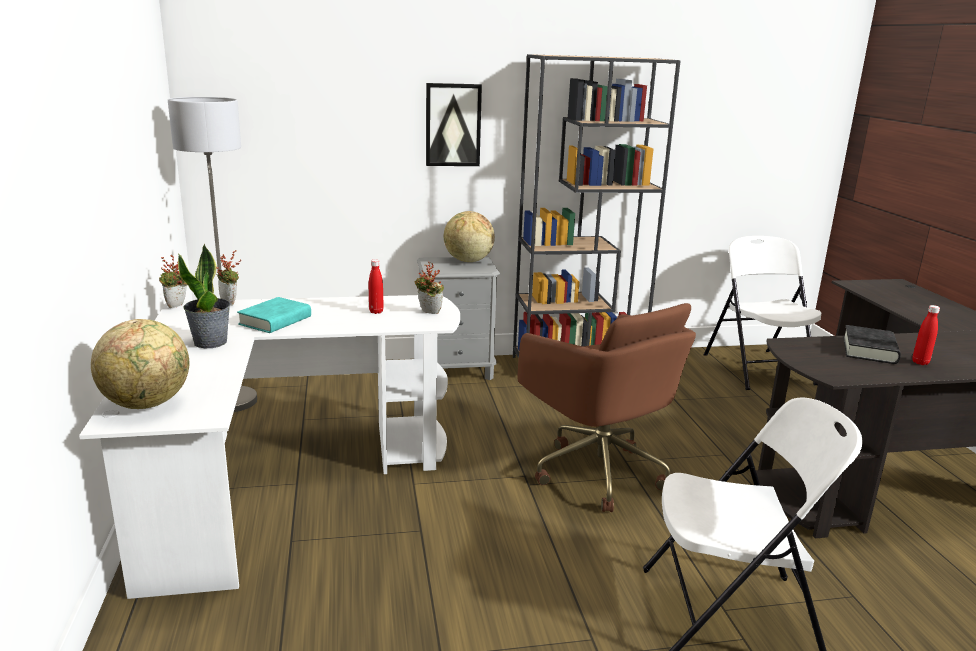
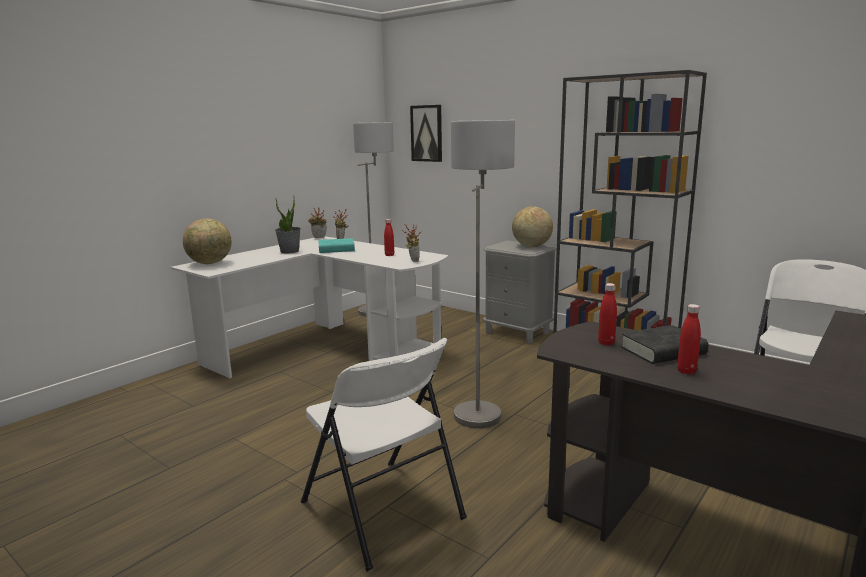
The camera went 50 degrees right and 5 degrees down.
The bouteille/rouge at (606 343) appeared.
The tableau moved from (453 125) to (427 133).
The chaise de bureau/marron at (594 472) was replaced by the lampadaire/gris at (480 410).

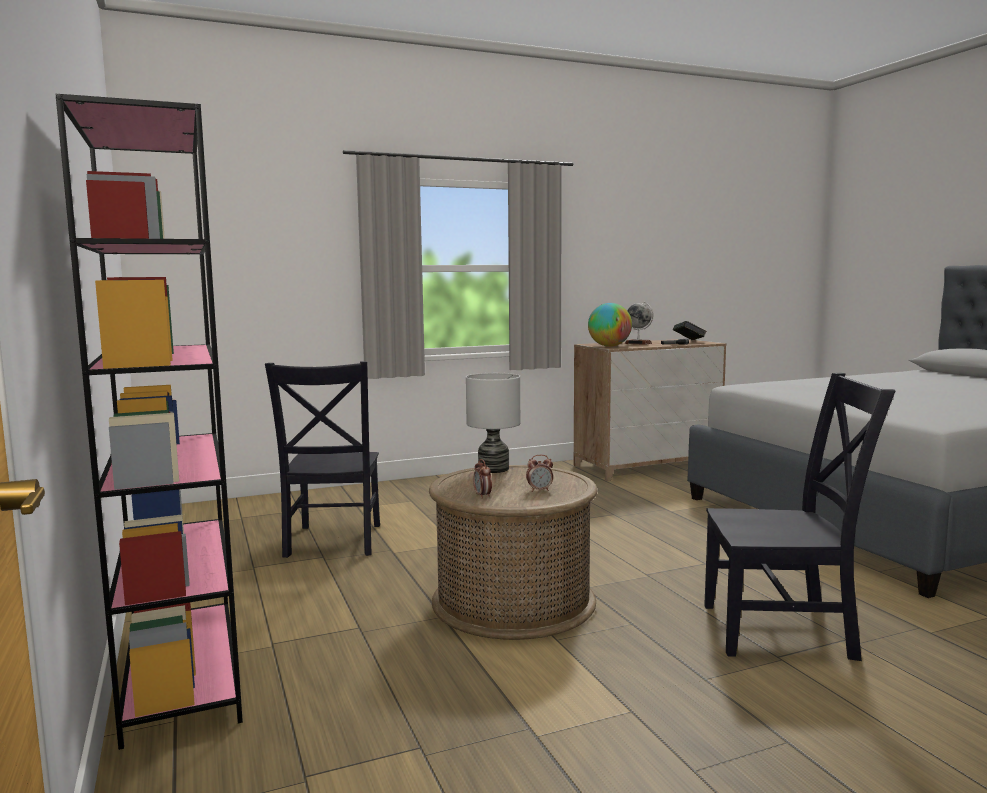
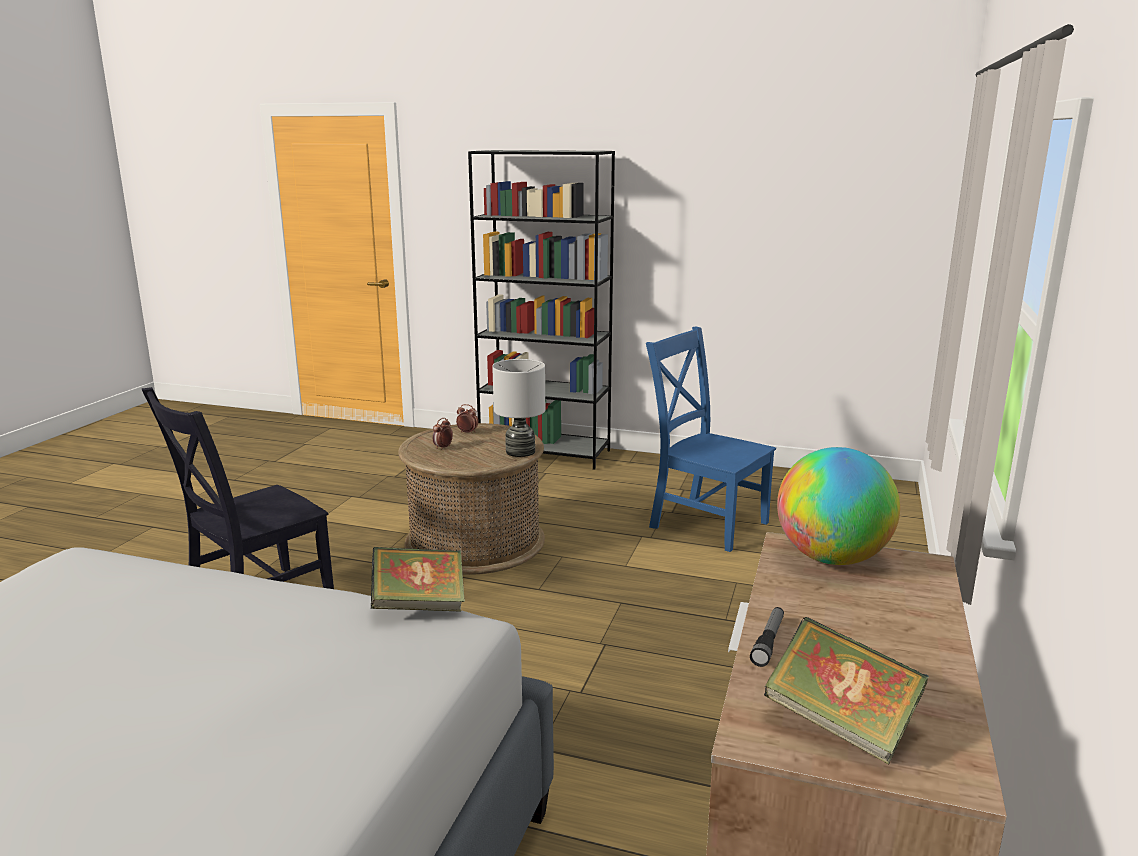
The camera went 130 degrees right and 10 degrees up.
The globe at (638 343) disappeared.
The livre at (419 605) appeared.
The bibliothèque/rose at (181 675) became the bibliothèque/gris at (546 453).
The chaise/noir at (333 542) became the chaise/bleu at (704 523).

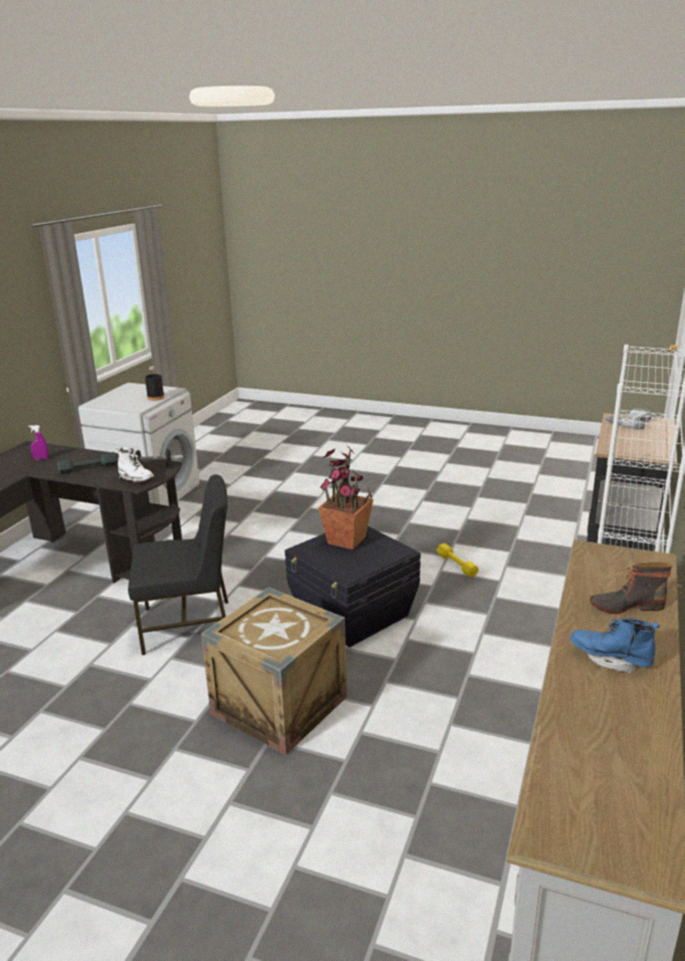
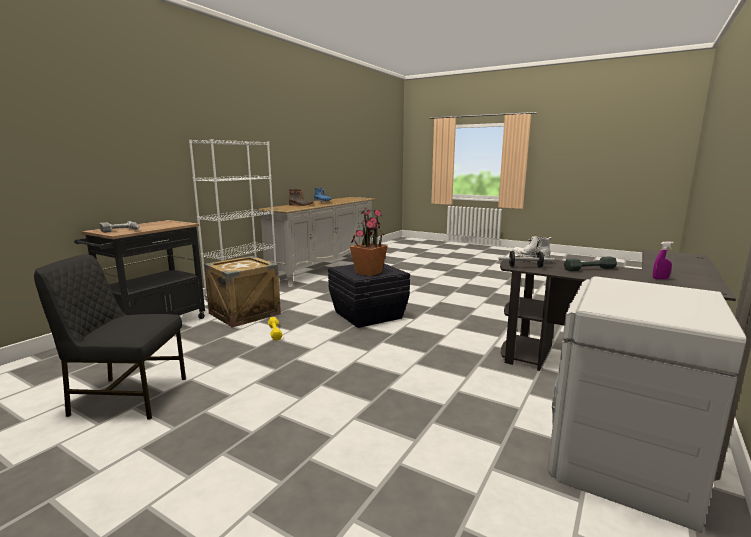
The camera went 170 degrees left and 10 degrees down.
The bouteille/noir at (156 398) disappeared.
The chaise/noir moved from (189 625) to (127 396).
The caisse moved from (279 705) to (244 313).

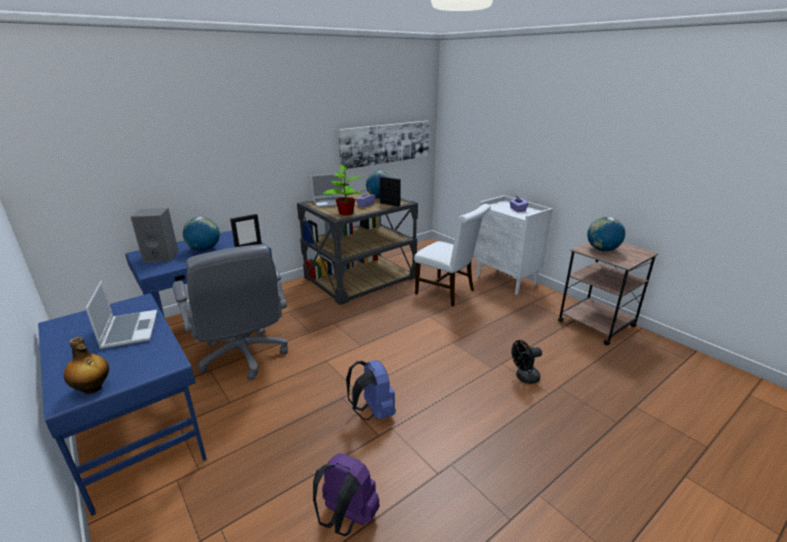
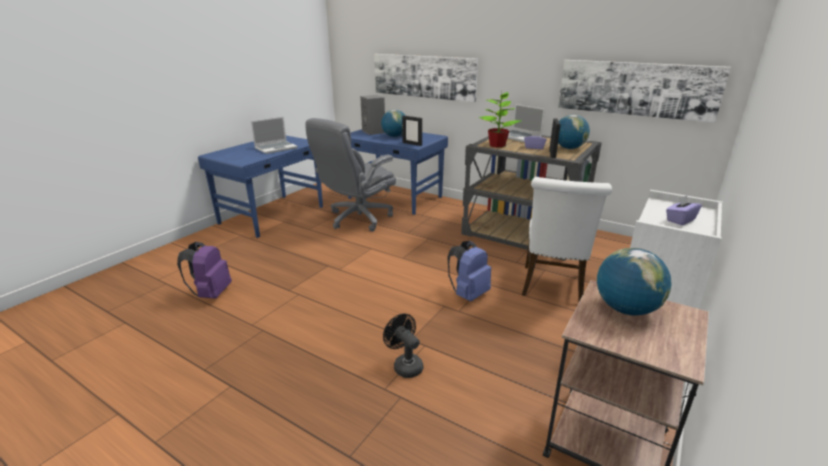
The camera went 70 degrees right and 0 degrees up.
The bouteille at (93 388) disappeared.
The tableau at (423 76) appeared.
The sac à dos/bleu moved from (373 412) to (468 294).

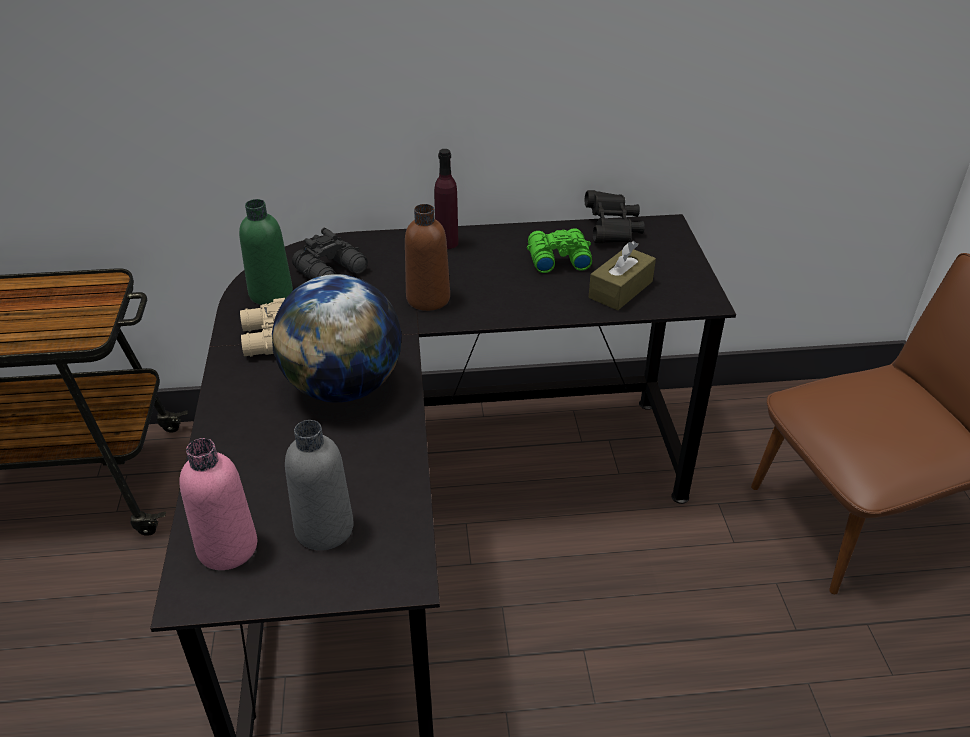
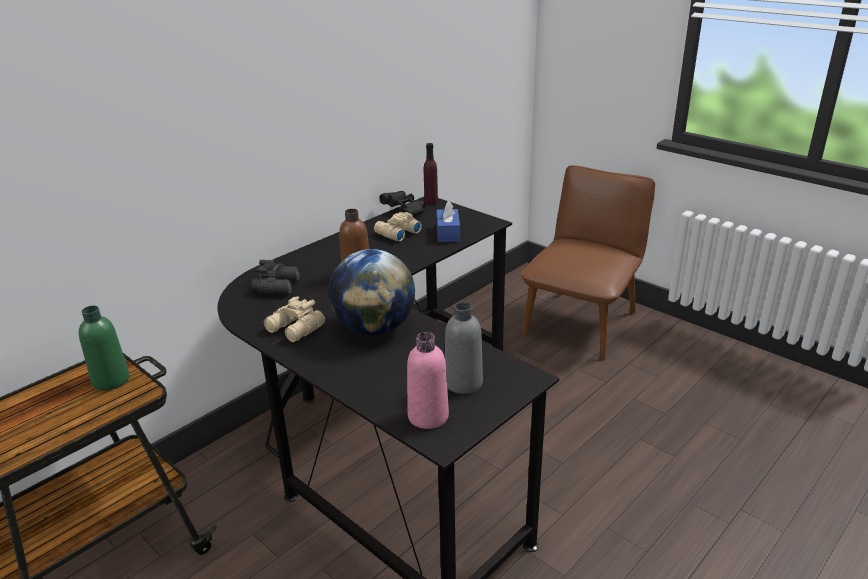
The camera went 40 degrees left and 10 degrees down.
The bouteille/vert moved from (271 293) to (111 380).
The bouteille/violet moved from (447 243) to (431 202).
The jumelles/vert at (557 258) became the jumelles/beige at (396 233).
The boîte à mouchoirs/marron at (620 289) became the boîte à mouchoirs/bleu at (448 233).

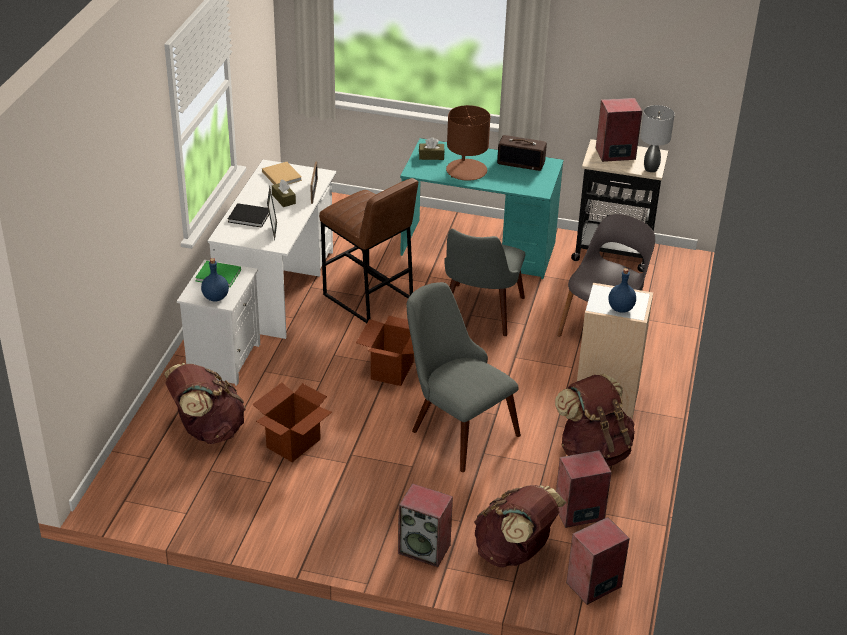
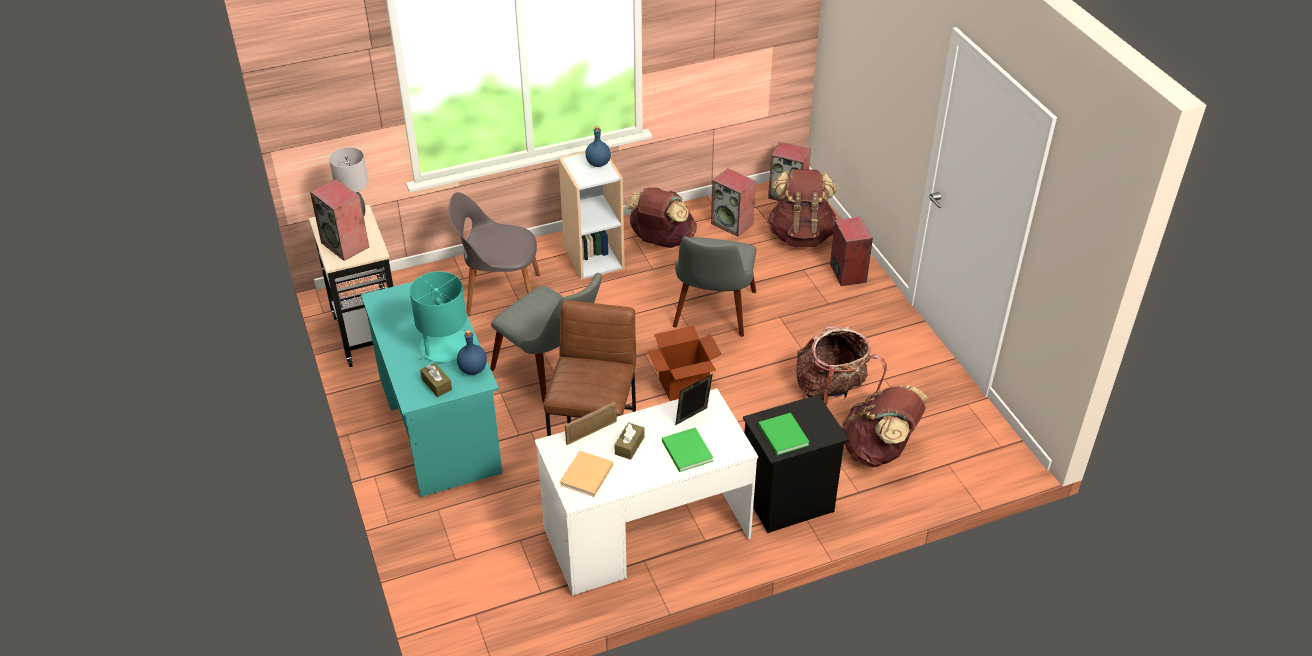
The camera went 125 degrees left and 5 degrees up.
The radio at (521 163) disappeared.
The bouteille/bleu moved from (215 297) to (473 369).
The carton at (293 444) was replaced by the sac à dos at (832 391).
The table de chevet/blanc at (223 359) became the table de chevet/noir at (787 502).
The livre/noir at (250 217) became the livre/vert at (686 450).
The lampe de table/marron at (466 170) became the lampe de table/turquoise at (444 346).
The chaise/gris at (478 316) turned 60 degrees clockwise.

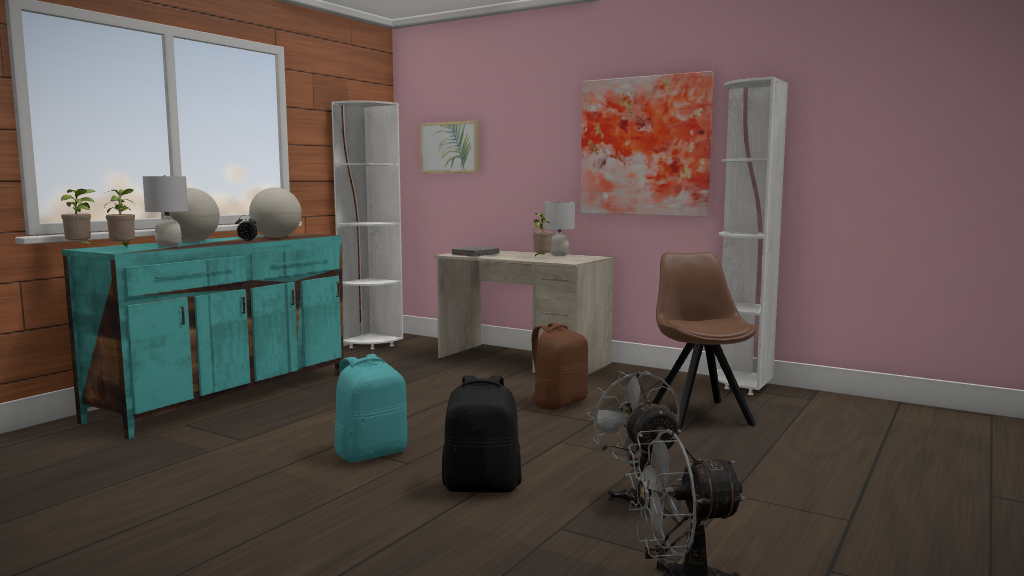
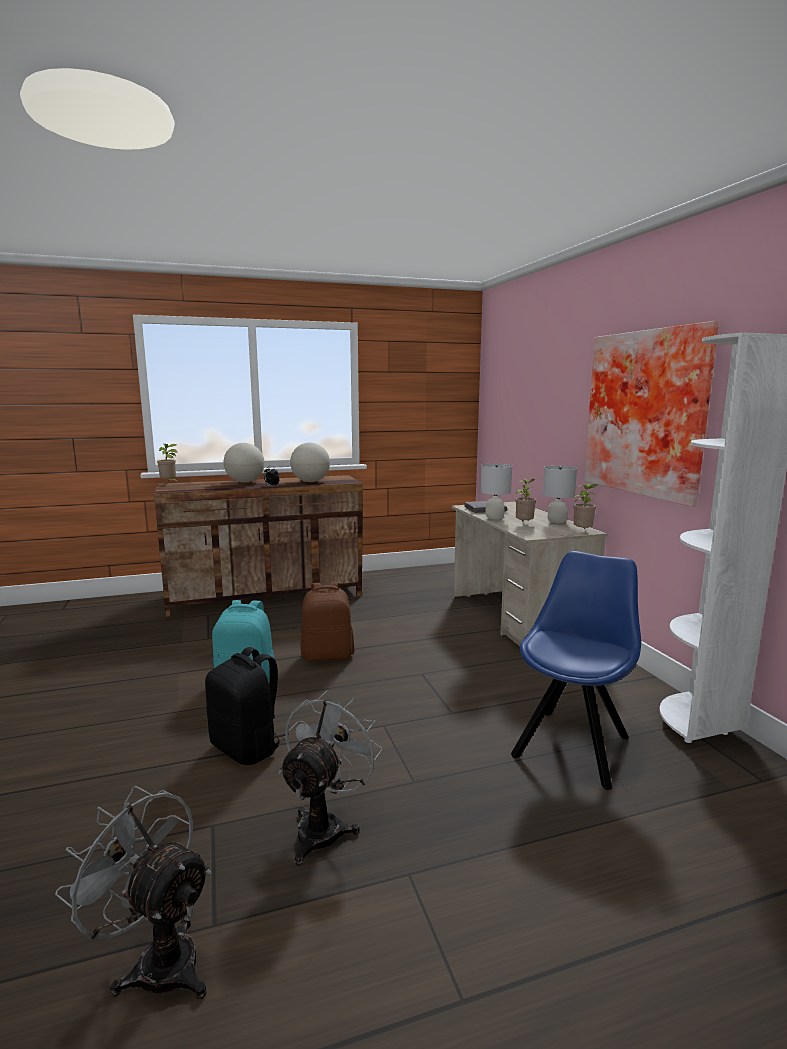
The camera went 40 degrees right and 5 degrees up.
The bibliothèque/blanc at (371 346) disappeared.
The tableau at (450 147) disappeared.
The plante en pot moved from (123 249) to (583 532).
The lampe de table/gris moved from (170 246) to (495 518).
The sac à dos/marron moved from (558 403) to (328 655).
The meuble de rangement/turquoise at (228 396) became the meuble de rangement/marron at (267 596).
The chaise/marron at (699 414) became the chaise/bleu at (572 746).

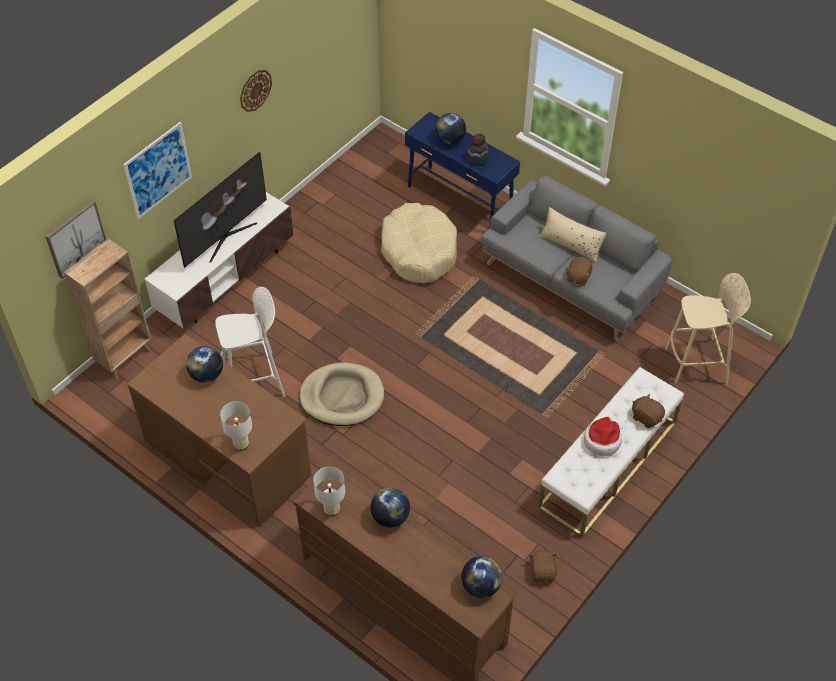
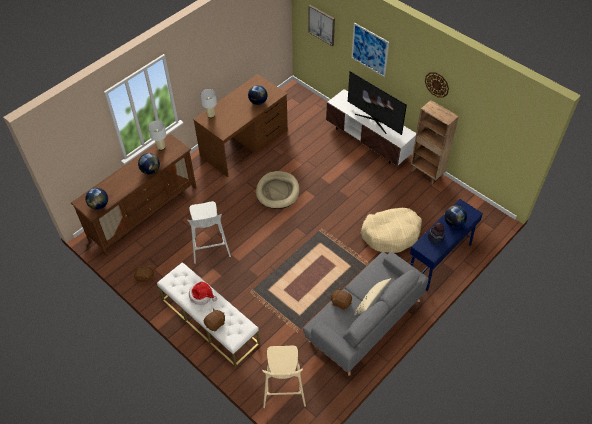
The camera went 95 degrees right and 0 degrees up.
The bibliothèque/marron moved from (125 358) to (426 173).
The tabouret/blanc moved from (255 379) to (210 248).

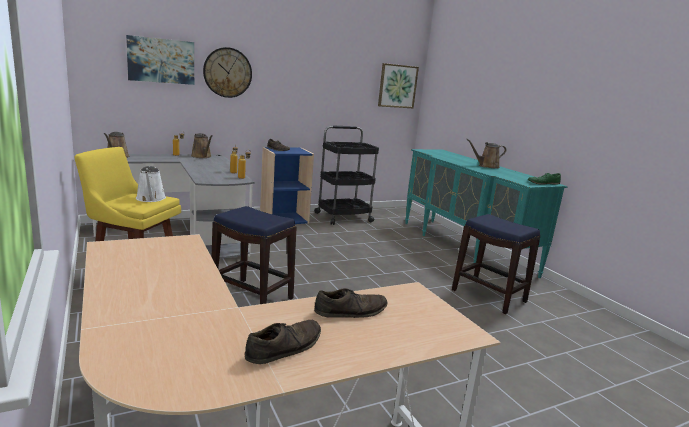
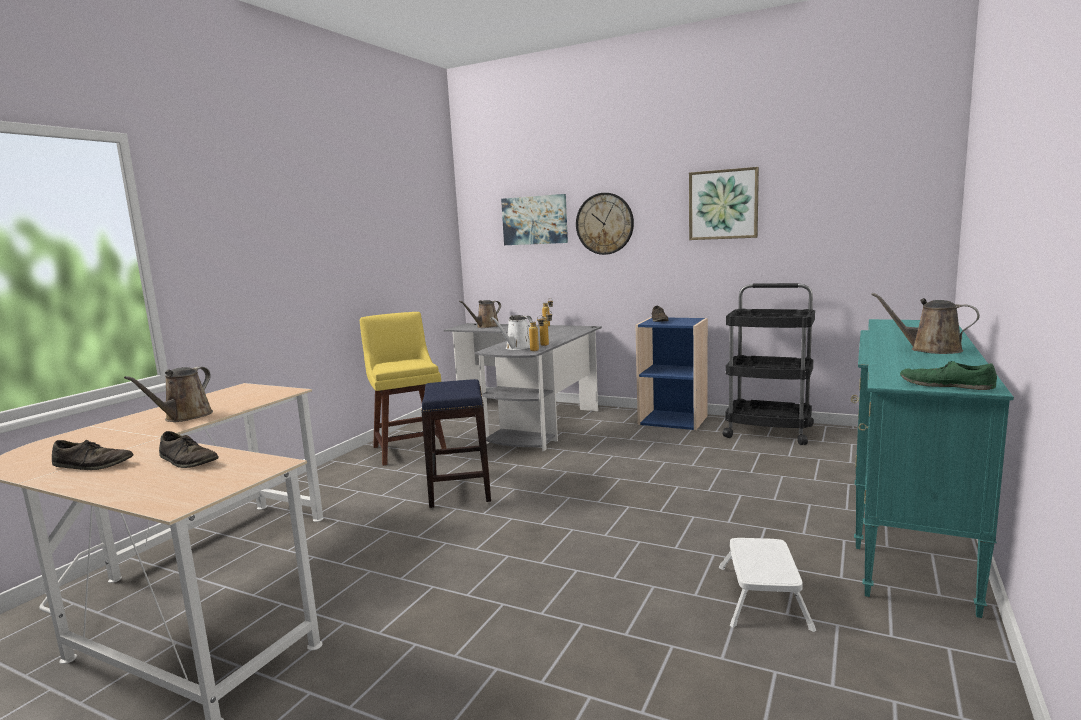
The camera went 55 degrees right and 5 degrees down.
The arrosoir/blanc moved from (150 199) to (517 348).
The arrosoir/marron moved from (202 156) to (185 417).
The tableau moved from (397 86) to (723 204).
The tabouret at (489 296) was replaced by the escabeau/blanc at (762 596).

